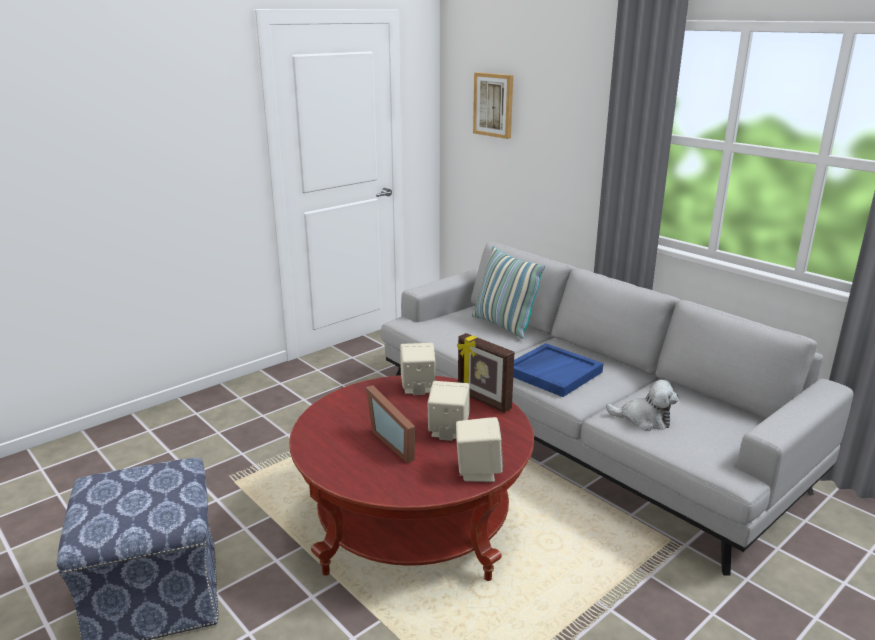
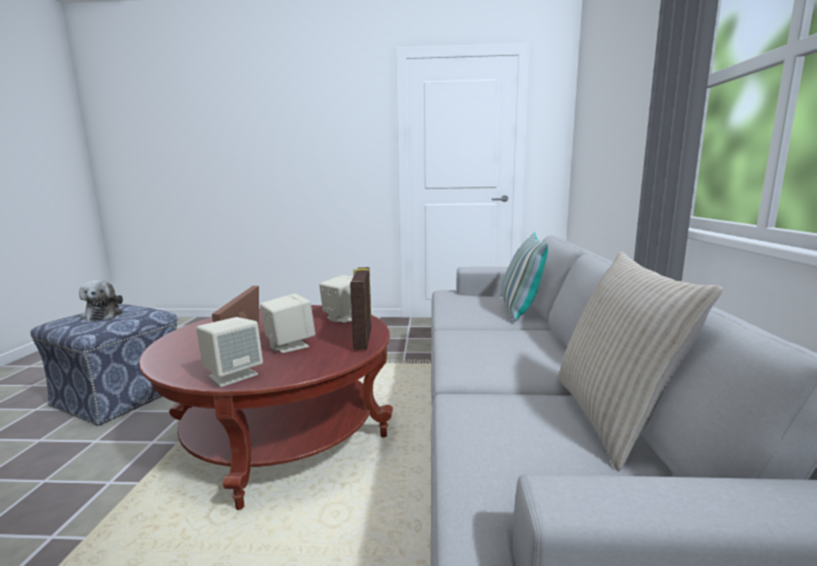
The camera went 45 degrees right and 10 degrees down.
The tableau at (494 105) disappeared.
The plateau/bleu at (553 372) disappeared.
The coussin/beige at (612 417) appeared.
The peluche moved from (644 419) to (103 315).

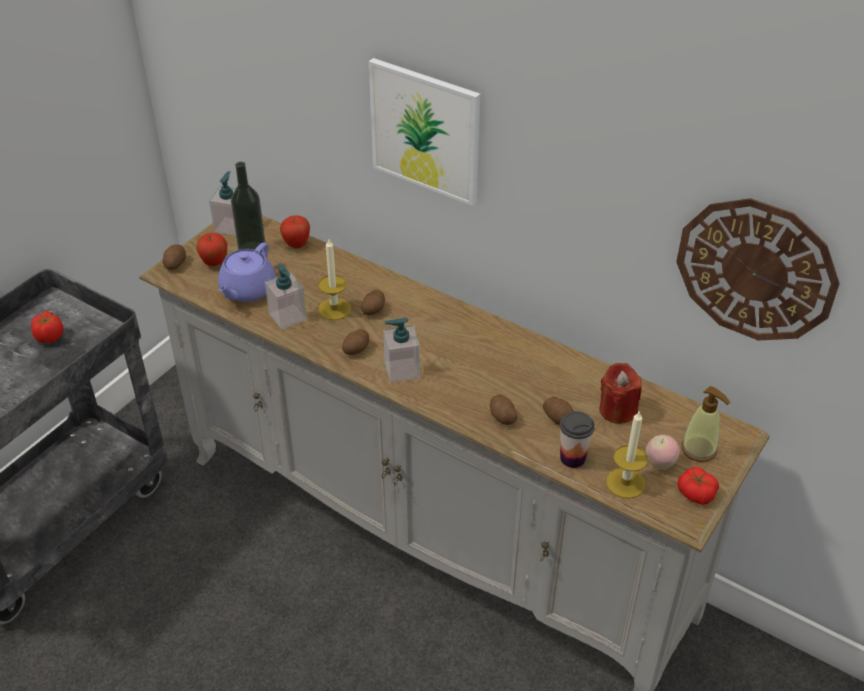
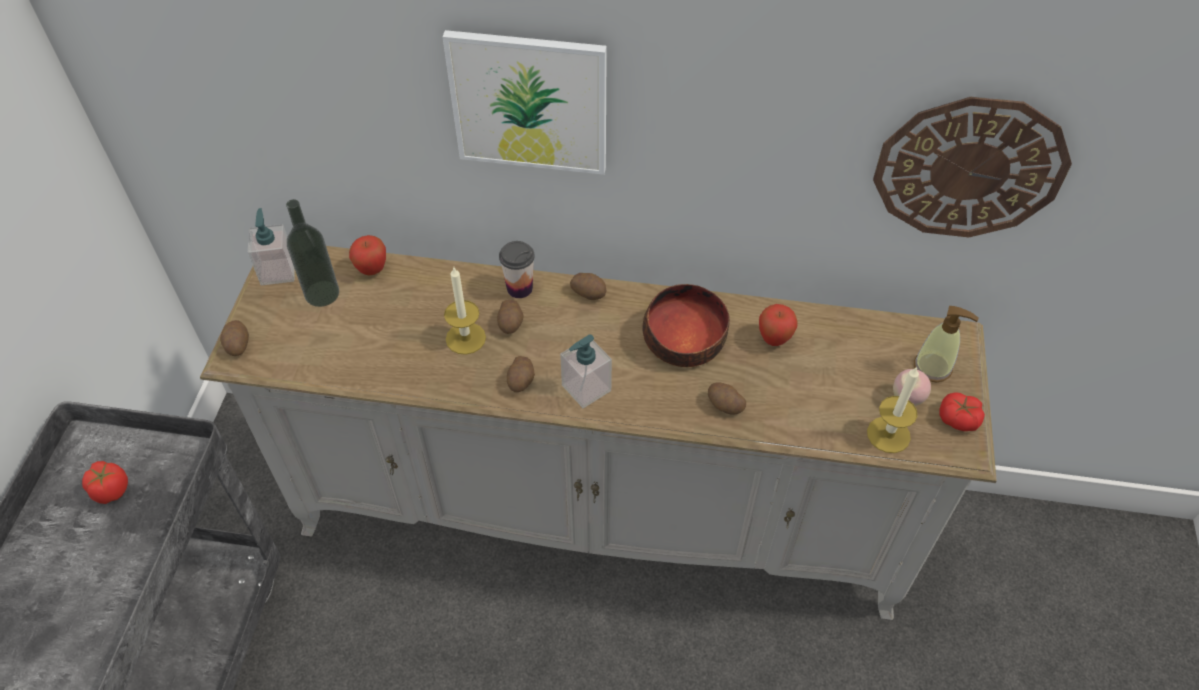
The camera went 25 degrees left and 10 degrees up.
The théière/violet at (247 290) disappeared.
The distributeur de savon at (288 317) disappeared.
The bougie/rouge at (617 410) disappeared.
The bol at (684 338) appeared.
The pomme moved from (214 263) to (774 339).
The pomme de terre moved from (558 418) to (589 292).
The tasse moved from (572 458) to (519 288).

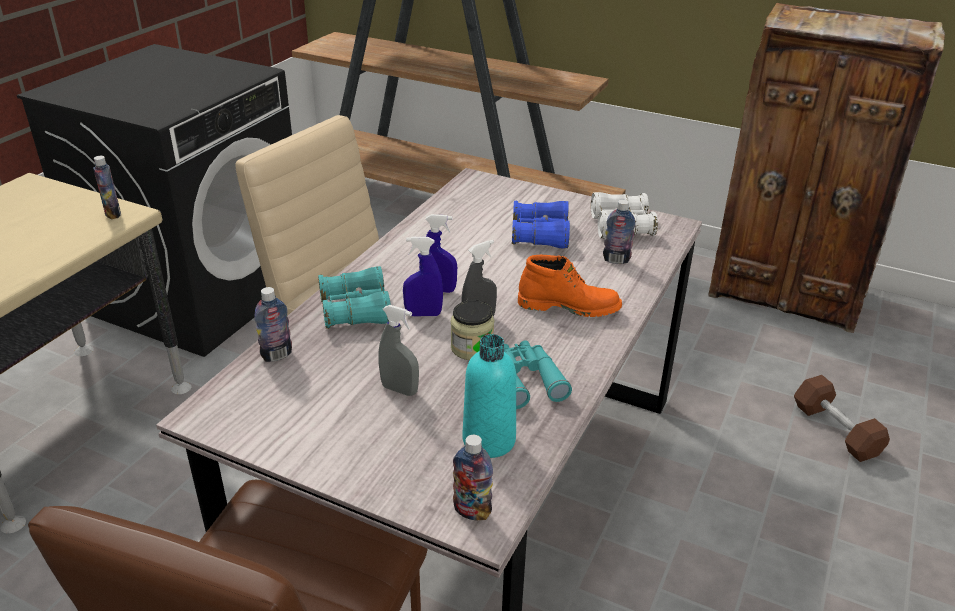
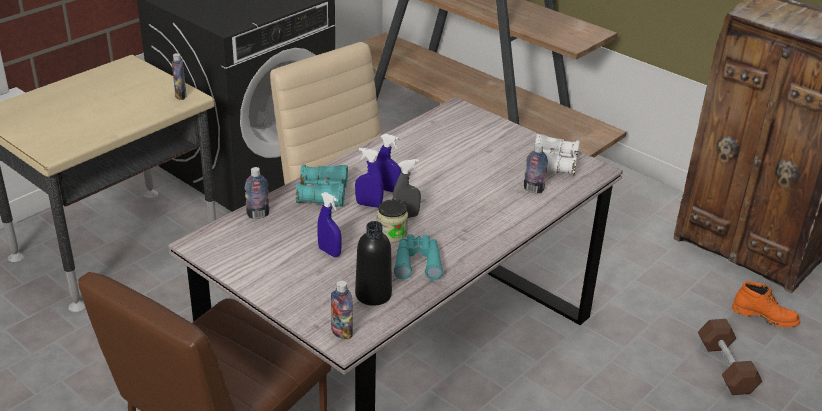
The camera went 15 degrees right and 0 degrees up.
The jumelles/bleu at (540 235) disappeared.
The botte/orange moved from (569 306) to (765 316).
The vaporisateur/gris at (399 389) became the vaporisateur/bleu at (329 252).
The bouteille/turquoise at (489 440) became the bouteille/noir at (373 294).

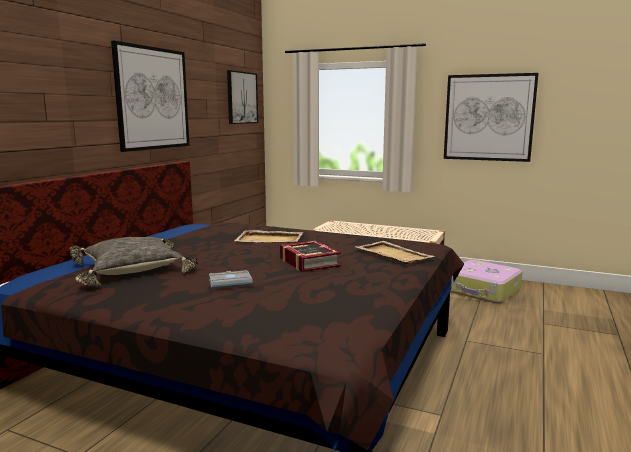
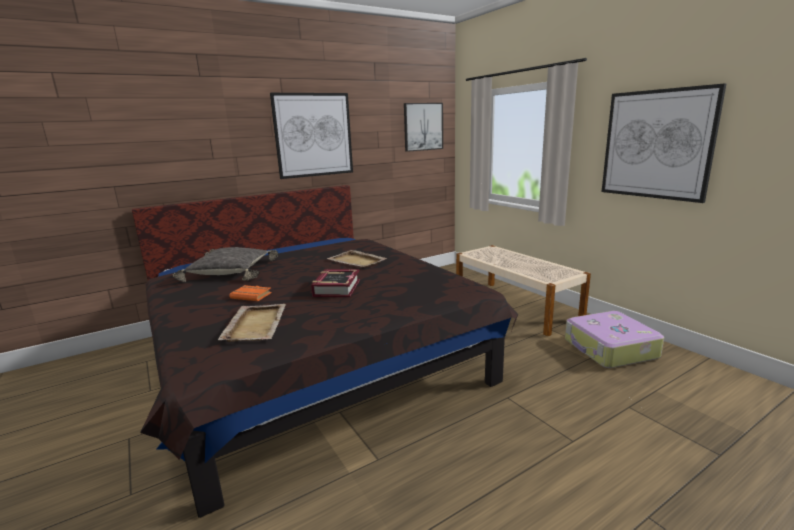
The camera went 35 degrees right and 5 degrees up.
The plateau/beige moved from (393 254) to (256 324).
The livre/gris at (231 283) became the livre/orange at (252 296).

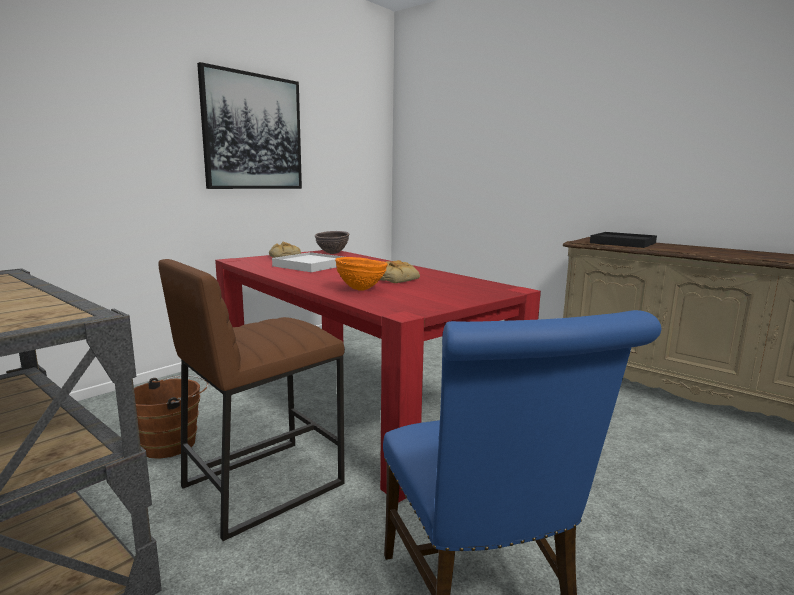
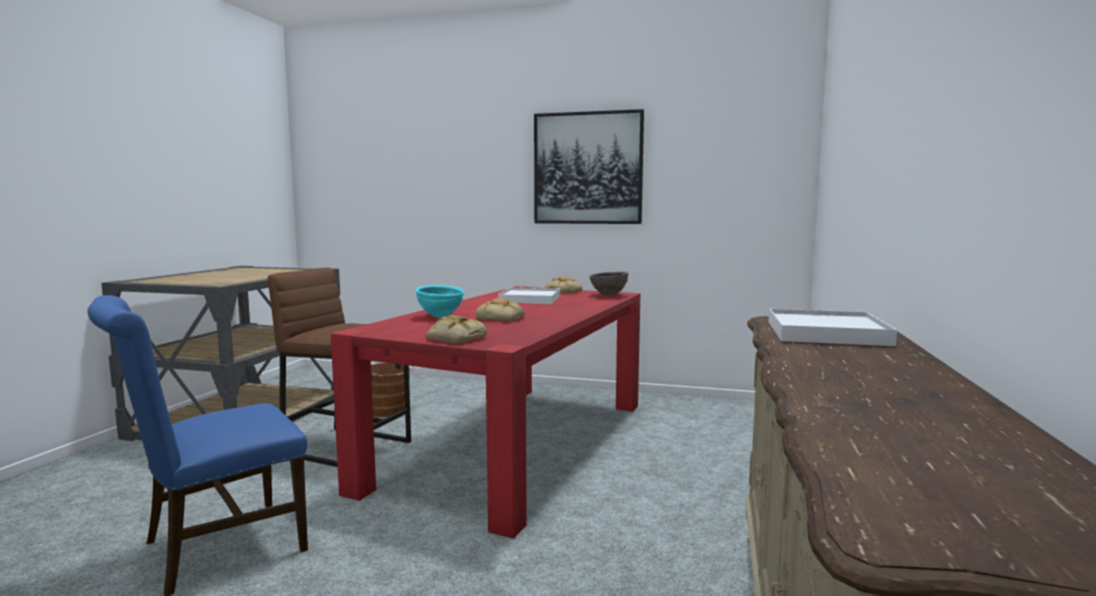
The camera went 65 degrees right and 5 degrees down.
The pain at (455 338) appeared.
The bol/orange at (361 289) became the bol/turquoise at (440 317).
The plateau/noir at (623 243) became the plateau/blanc at (825 333).

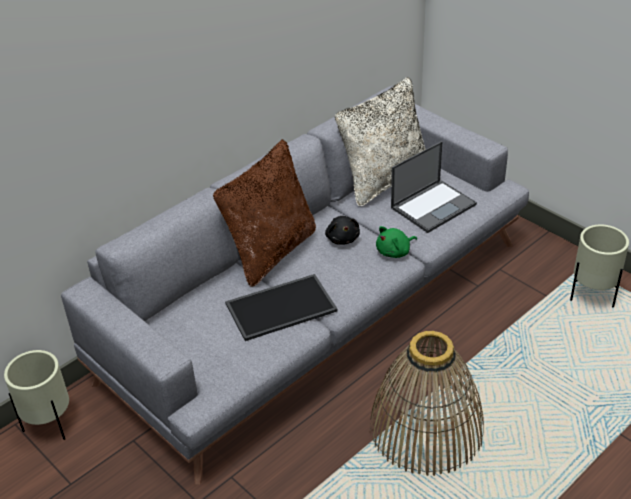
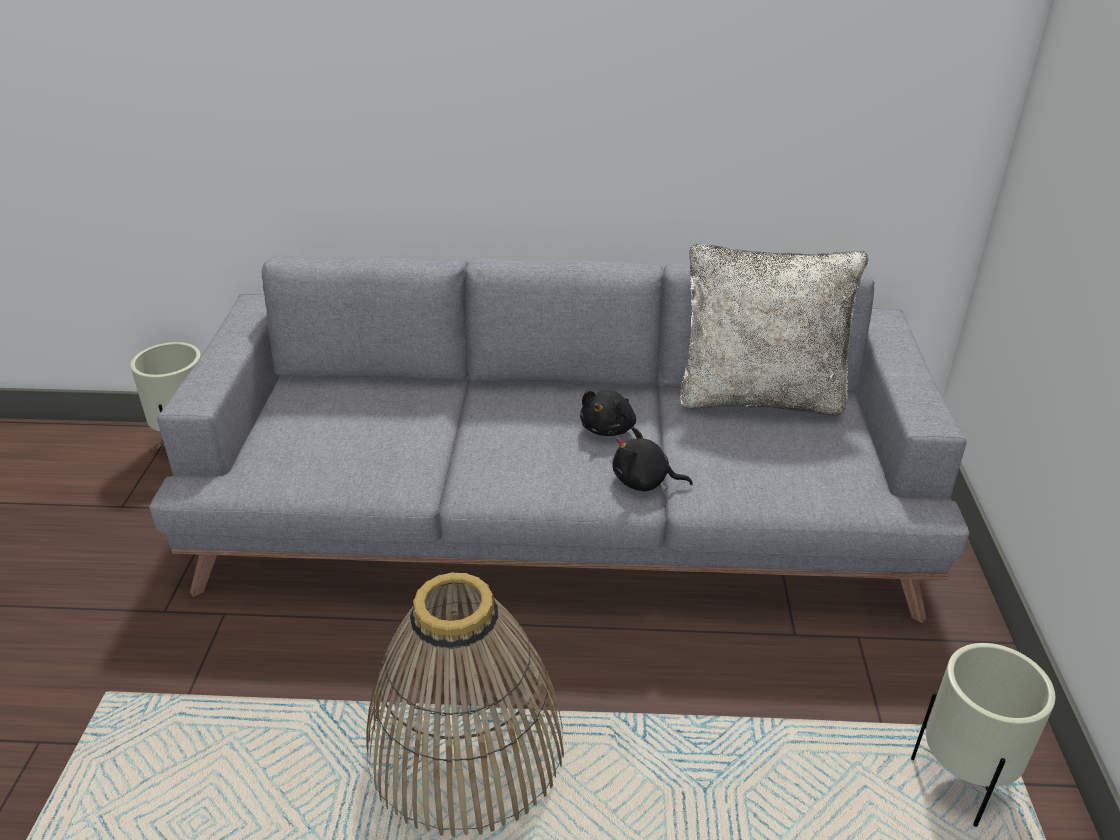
The camera went 45 degrees right and 5 degrees down.
The coussin/marron at (273 253) disappeared.
The plateau at (281 306) disappeared.
The ordinateur portable at (433 205) disappeared.
The peluche/vert at (395 252) became the peluche/noir at (644 482).

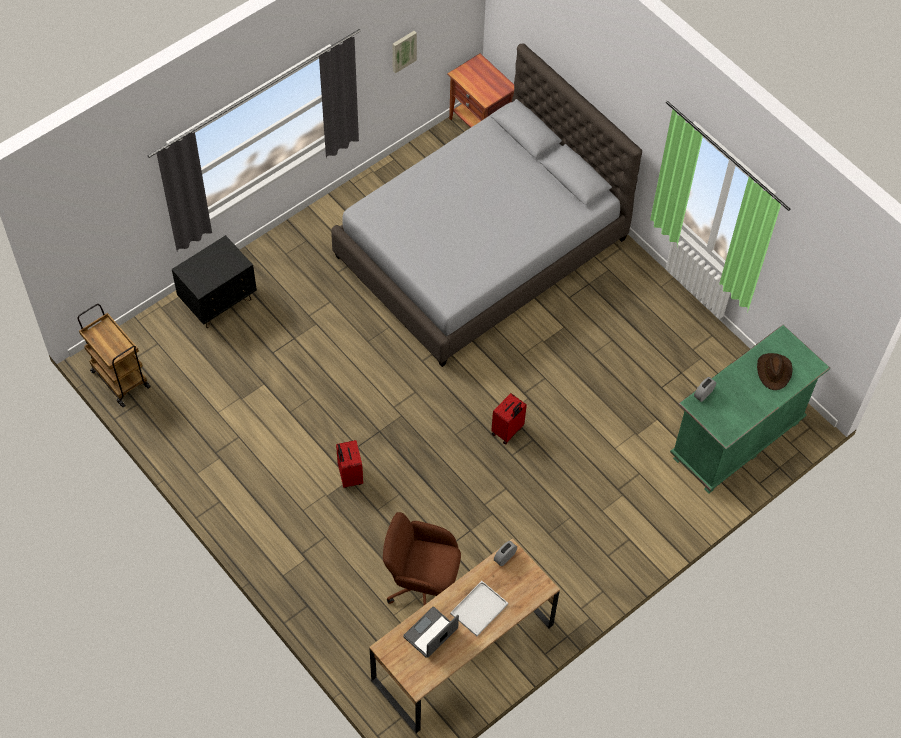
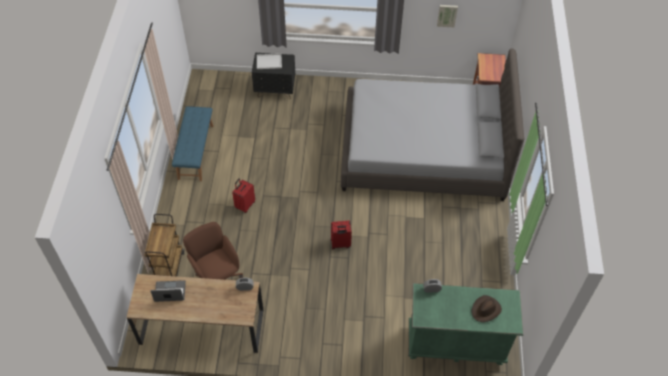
The camera went 45 degrees right and 5 degrees down.
The banc/bleu at (195 152) appeared.
The chariot/marron moved from (120 379) to (169 266).
The plateau/blanc moved from (479 610) to (268 62).

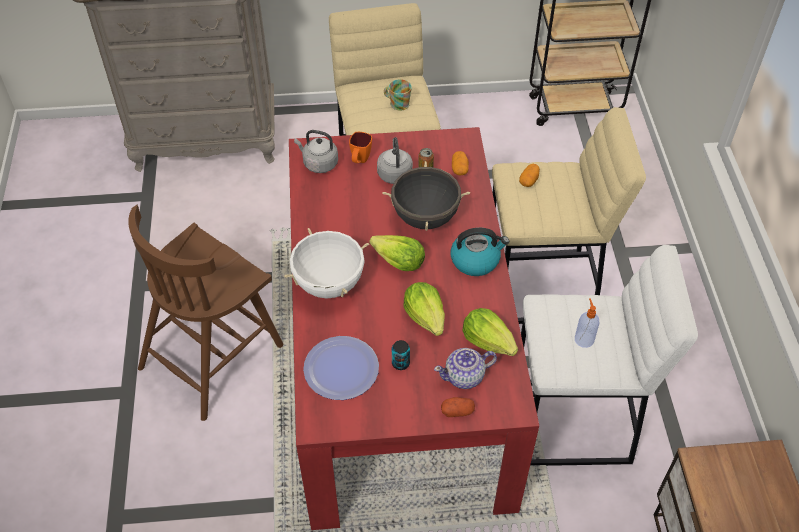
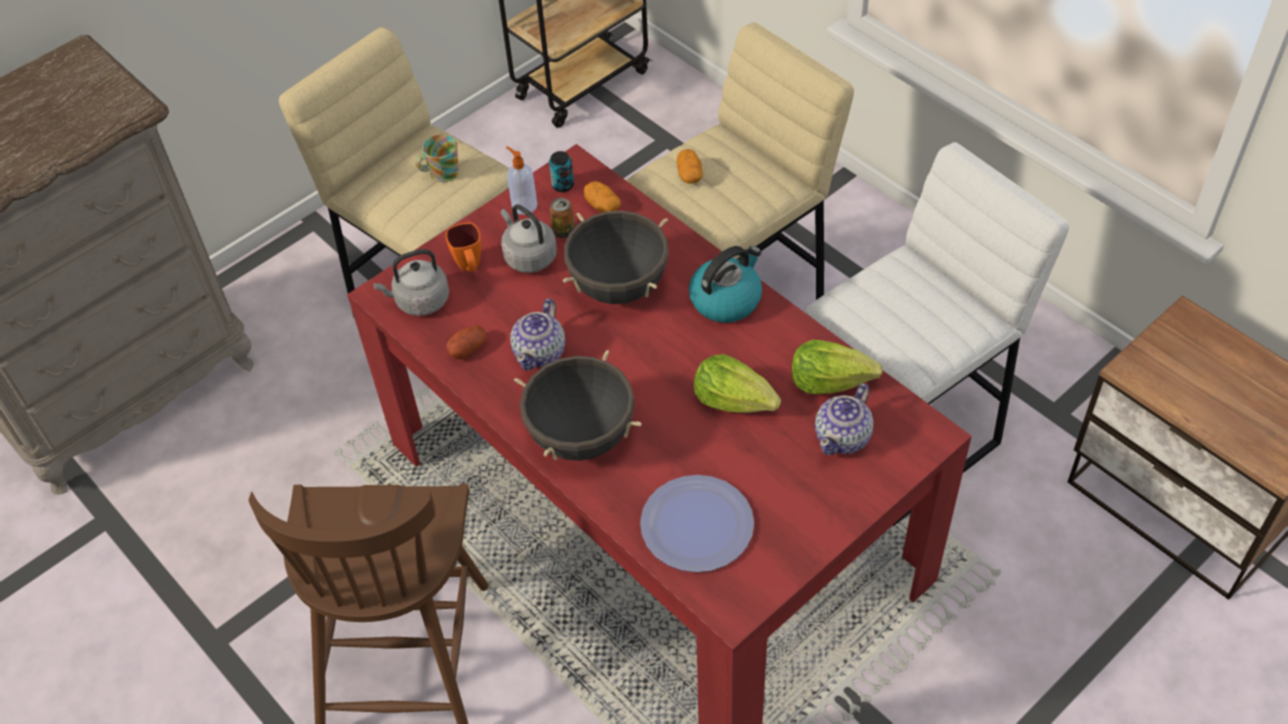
The camera went 35 degrees left and 0 degrees up.
The laitue at (398 262) disappeared.
The théière at (540 352) appeared.
The boîte métallique moved from (400 363) to (563 185).
The pomme de terre moved from (457 411) to (468 348).
The distributeur de savon moved from (584 339) to (523 205).
The marmite/blanc at (329 284) became the marmite/noir at (581 437).

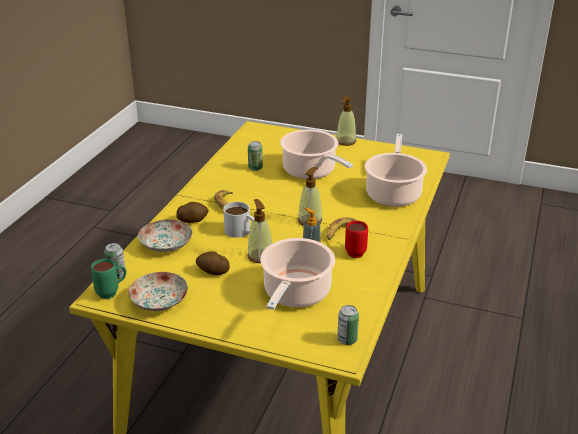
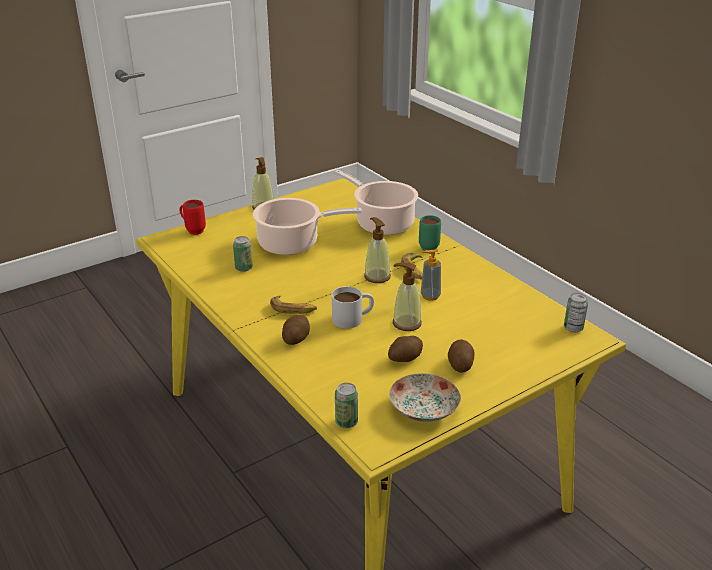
The camera went 55 degrees left and 0 degrees up.
The assiette at (166 244) disappeared.
The marmite at (295 294) disappeared.
The pomme de terre at (460 364) appeared.
The mug/vert moved from (112 292) to (429 246).
The mug/rouge moved from (355 251) to (193 230).

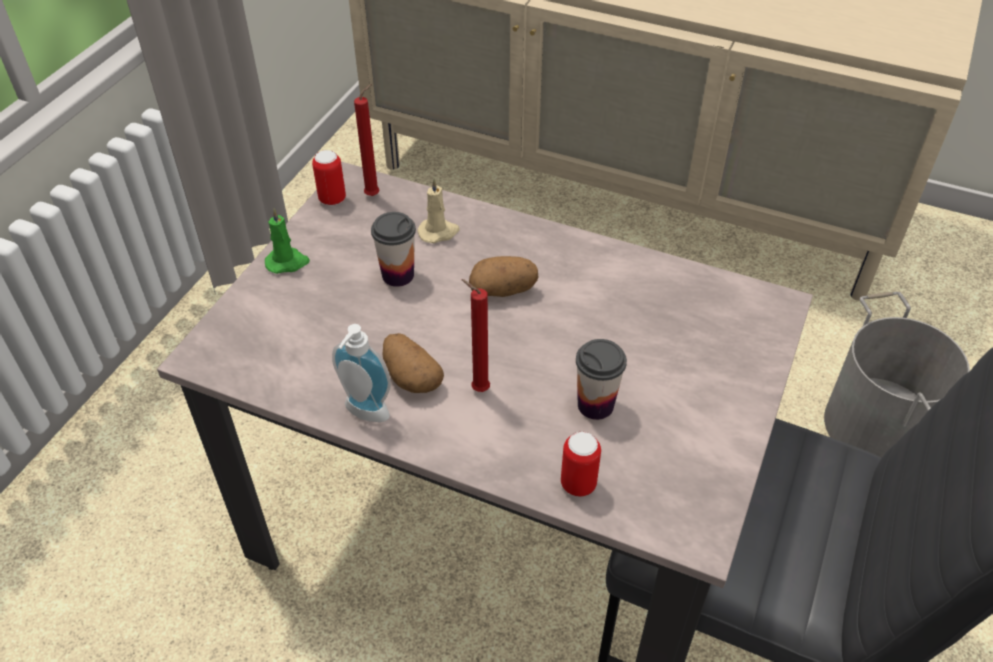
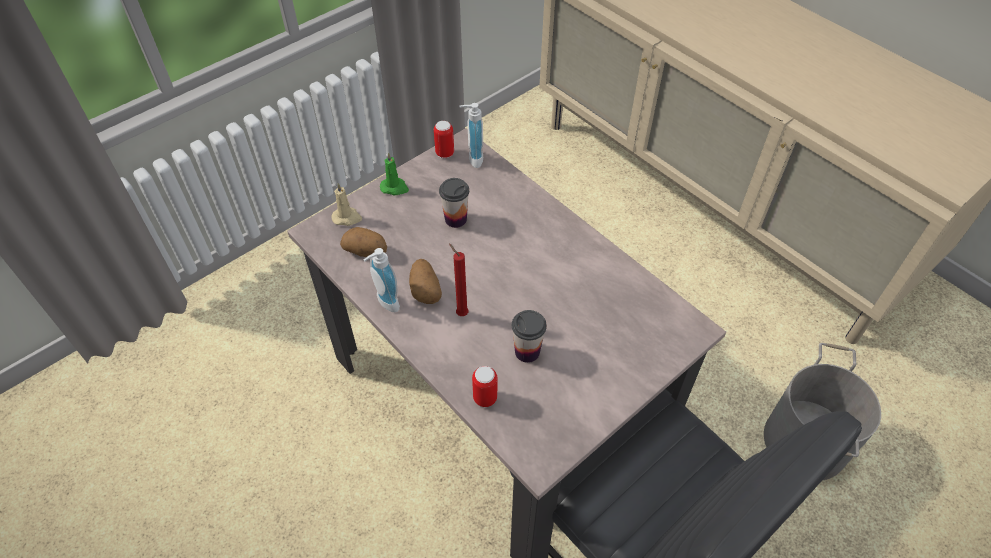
The camera went 25 degrees right and 5 degrees up.
The bougie/beige moved from (439 232) to (347 218).
The pomme de terre moved from (503 290) to (366 251).
The bougie/rouge at (374 195) was replaced by the distributeur de savon at (472 158).

